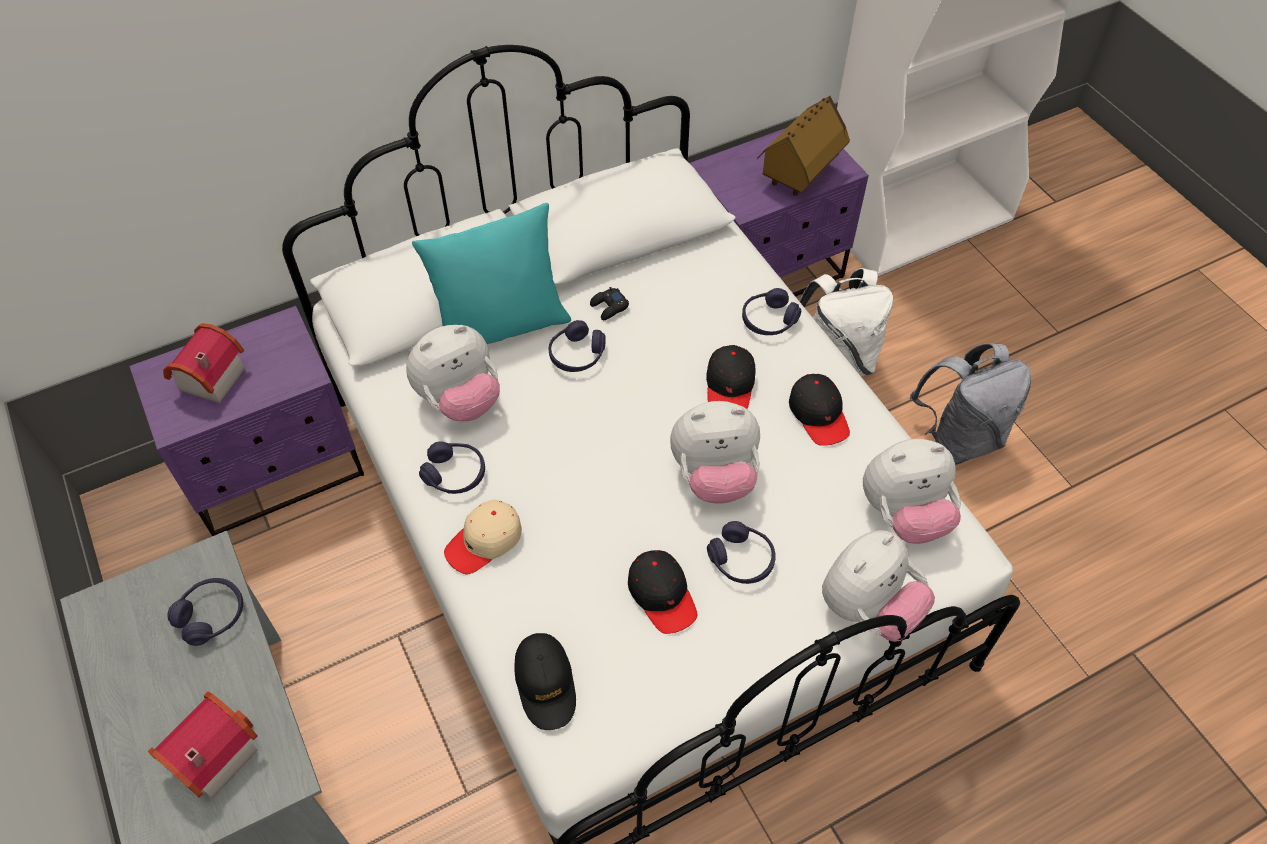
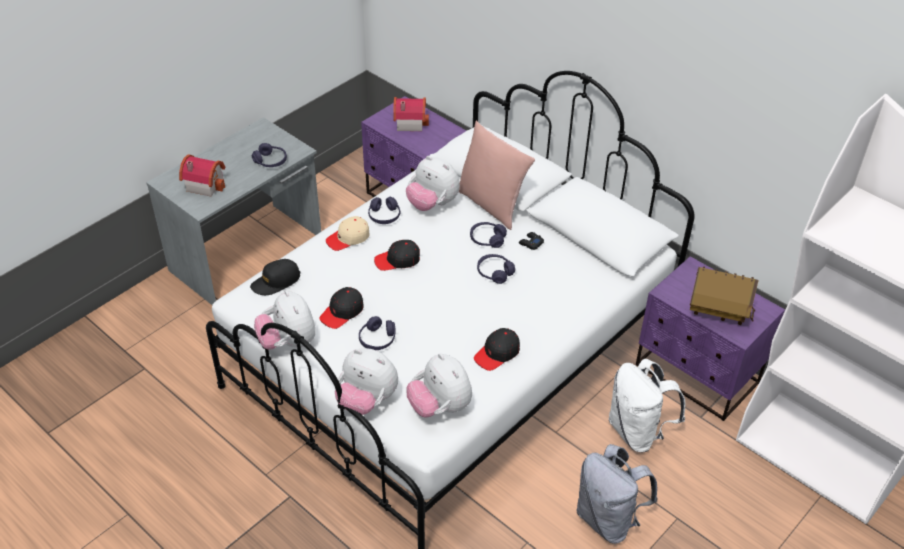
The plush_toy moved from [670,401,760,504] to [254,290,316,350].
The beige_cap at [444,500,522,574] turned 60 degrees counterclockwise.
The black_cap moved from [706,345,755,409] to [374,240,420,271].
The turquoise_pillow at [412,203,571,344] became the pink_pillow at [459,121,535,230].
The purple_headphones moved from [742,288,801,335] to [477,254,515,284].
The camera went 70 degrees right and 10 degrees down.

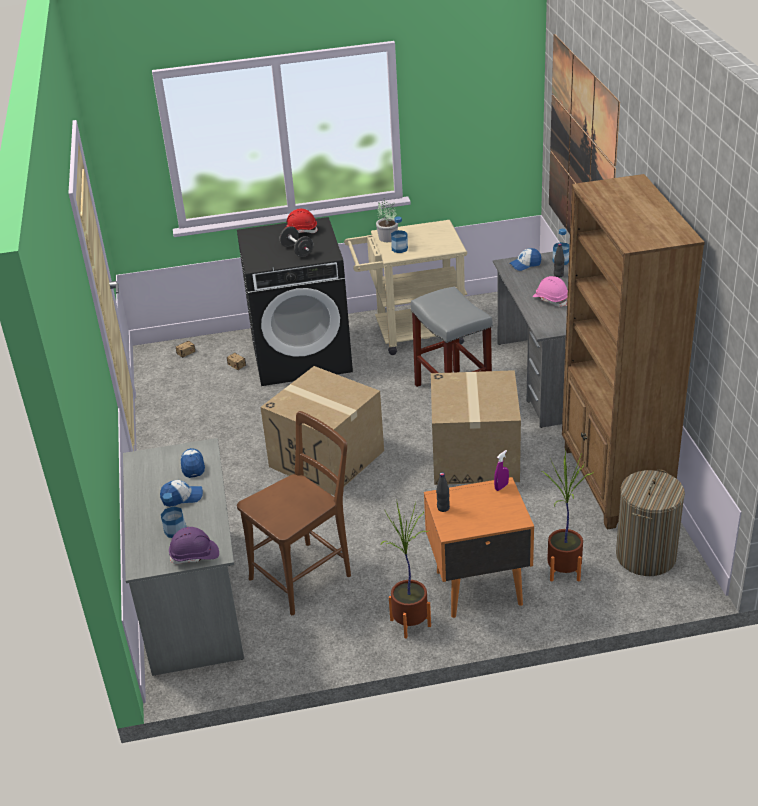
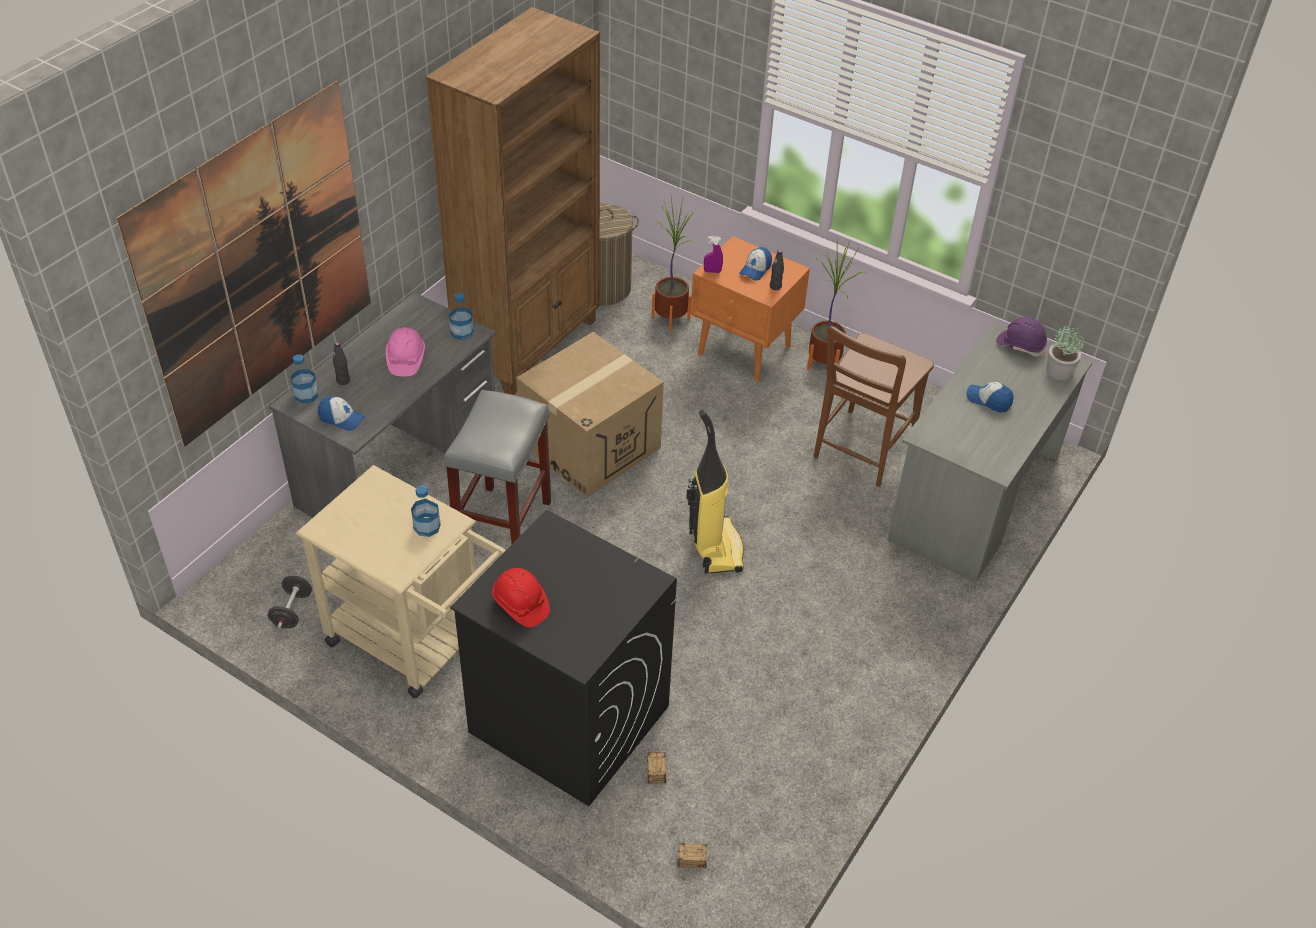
The black_dumbbell moved from [280,226,313,257] to [268,576,312,629].
The bottle moved from [161,493,186,538] to [449,293,474,340].
The cardboard_box at [261,366,384,496] was replaced by the vacuum_cleaner at [686,410,744,574].
The cap moved from [181,448,205,478] to [739,247,772,281].
The brown_chair at [237,411,351,615] turned 60 degrees counterclockwise.
The potted_plant moved from [376,199,398,242] to [1046,325,1085,380].
The camera went 140 degrees left and 10 degrees up.

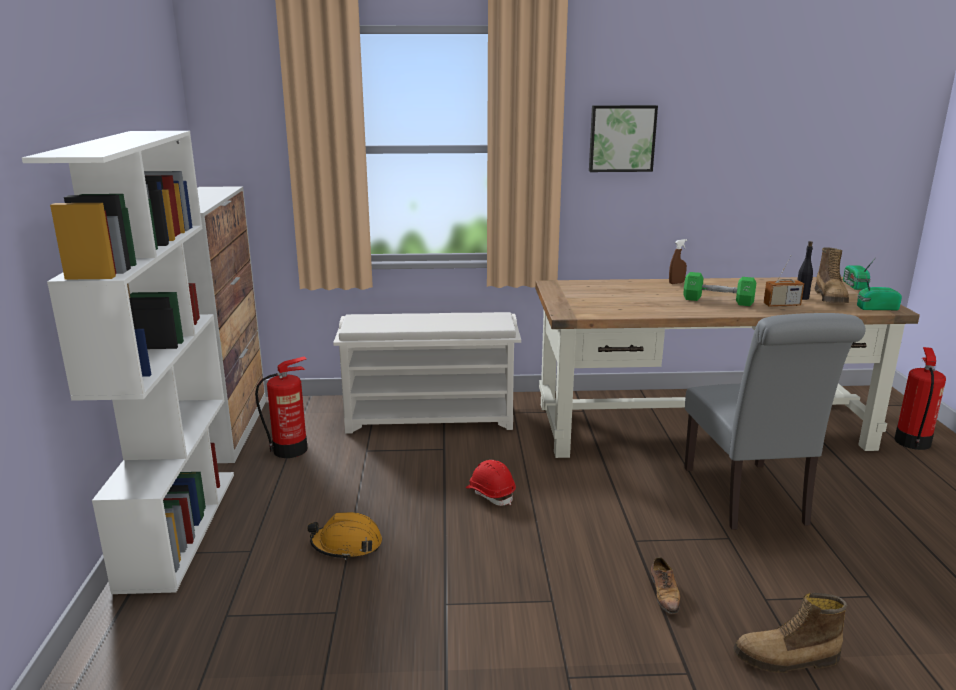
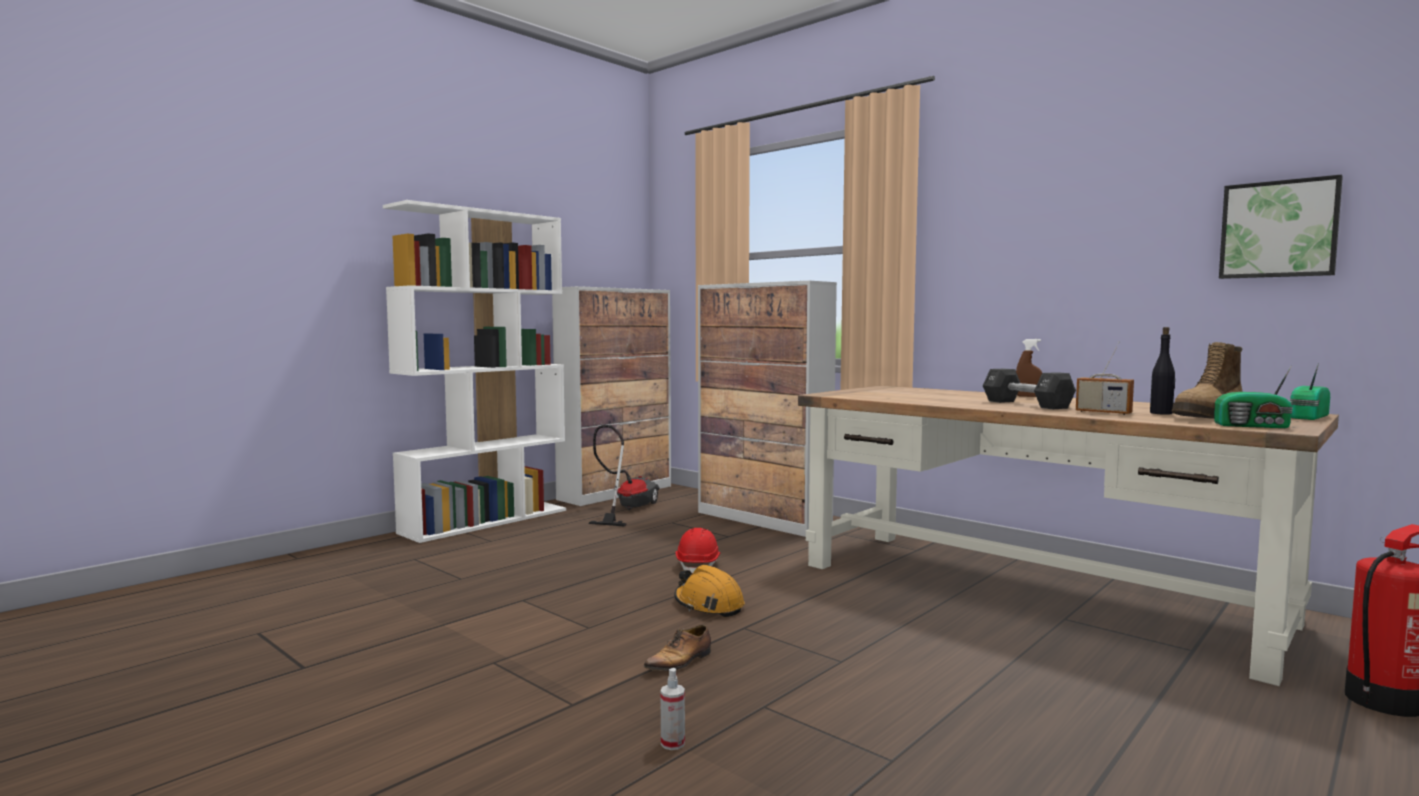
The fire_extinguisher at [255,356,308,458] was replaced by the vacuum_cleaner at [588,425,659,527].
The boot at [733,593,847,673] was replaced by the spray_bottle at [661,668,685,750].
The orange_hard_hat moved from [307,512,382,560] to [674,565,745,617].
The white_shoe_rack at [333,312,521,434] was replaced by the cabinet at [698,281,837,537].
The green_dumbbell at [684,272,757,306] became the black_dumbbell at [983,369,1076,409].
The radio at [857,274,902,310] turned 150 degrees clockwise.
The picture moved from [589,105,658,172] to [1219,175,1343,279].
The grey_chair at [684,313,865,530] disappeared.
The camera went 45 degrees right and 15 degrees down.

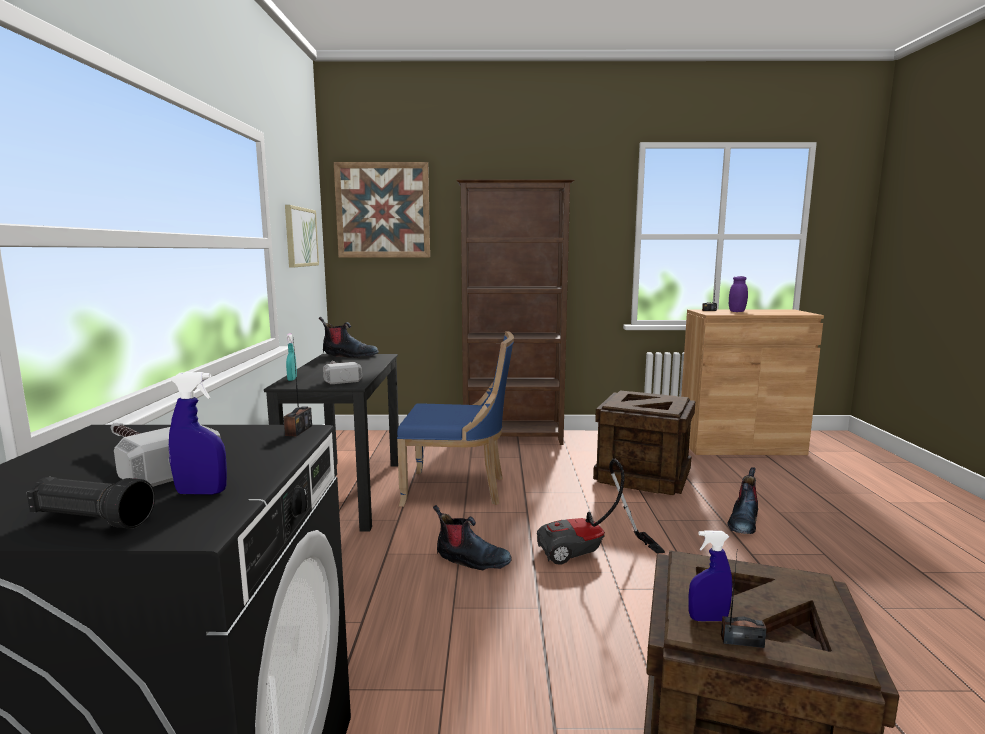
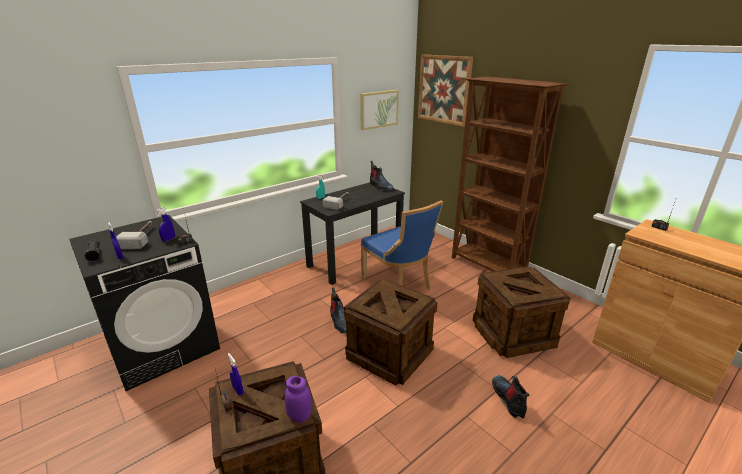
The blue_spray_bottle at [155,207,175,242] appeared.
The purple_jar moved from [729,276,748,312] to [285,376,312,423].
The vacuum_cleaner at [537,458,665,565] was replaced by the crate at [344,279,437,386].
The boot at [727,467,758,534] turned 90 degrees clockwise.
The camera went 50 degrees right and 15 degrees up.

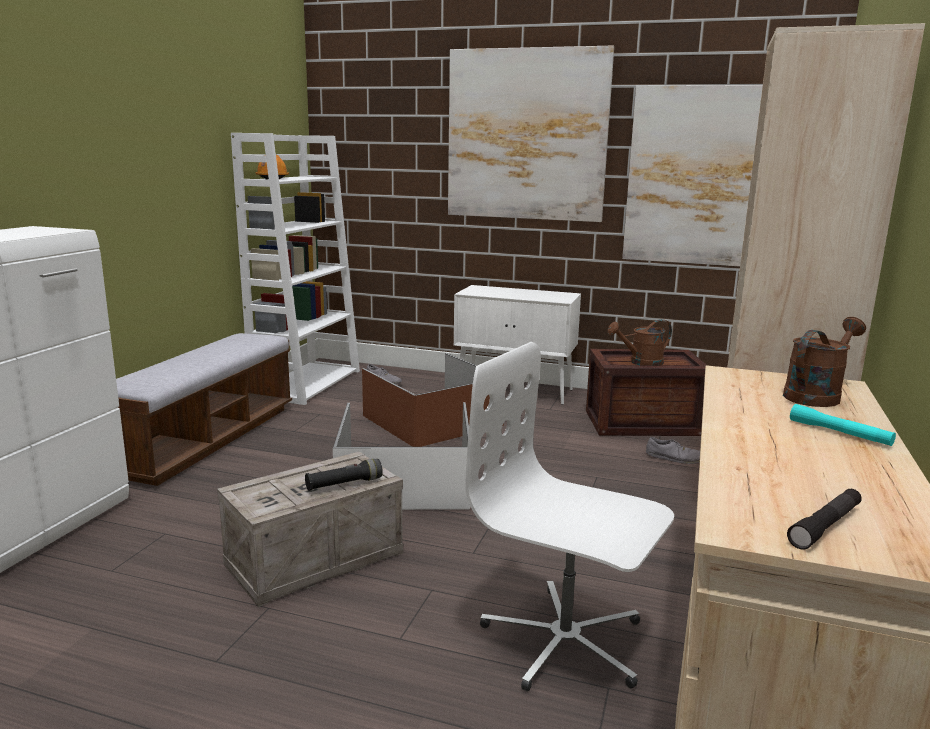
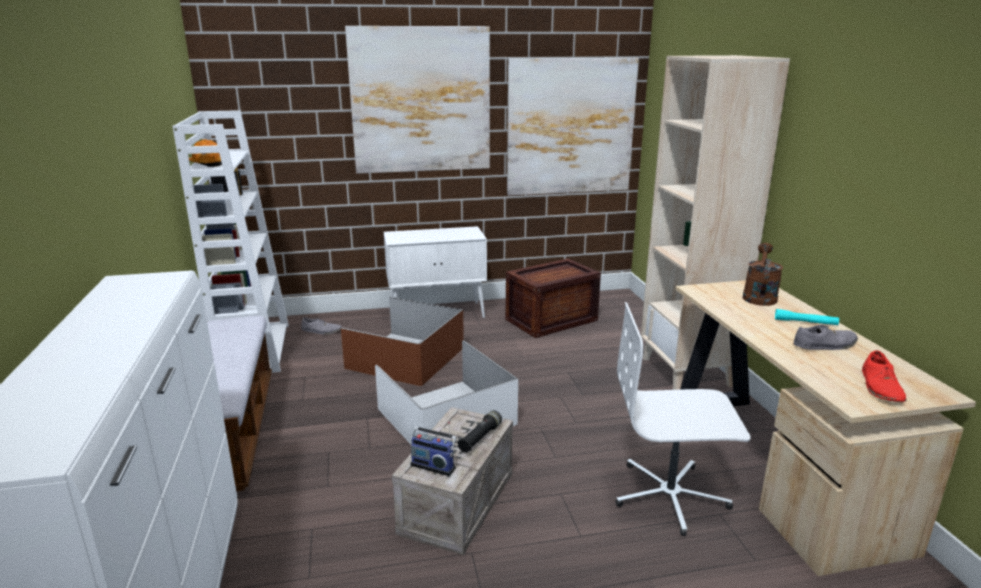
The radio at [410,422,457,476] appeared.
The grey_shoe moved from [646,437,700,464] to [794,325,858,350].
The black_flashlight at [787,489,862,550] was replaced by the red_shoe at [862,350,906,402].
The brown_watering_can at [607,319,672,366] disappeared.
The camera went 30 degrees left and 5 degrees up.

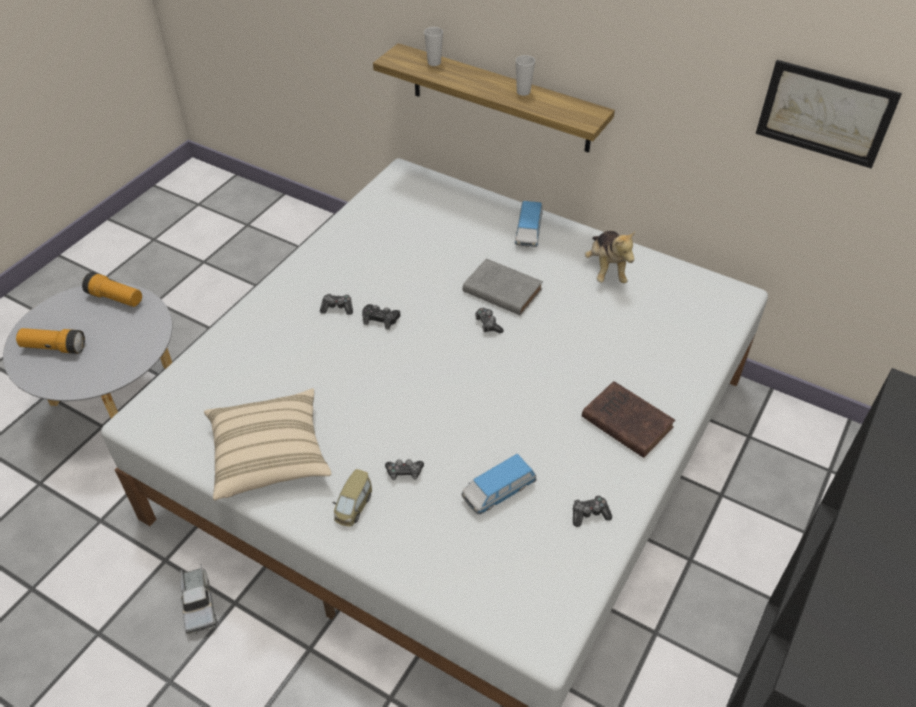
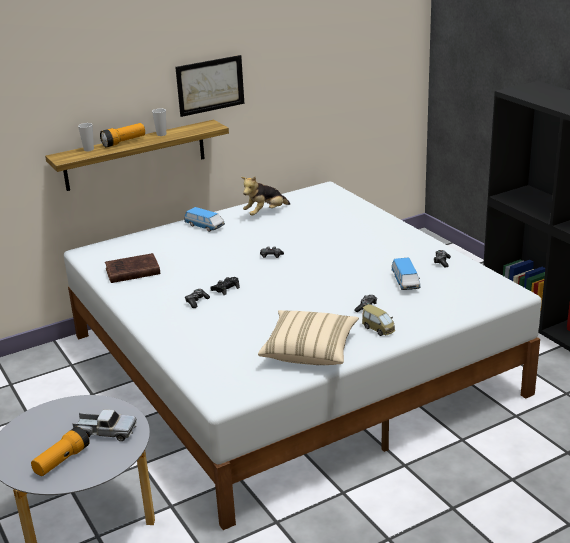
The toy_truck moved from [180,564,217,634] to [72,409,137,441].
The flashlight moved from [82,272,142,307] to [100,123,145,147].
The brown_book moved from [582,381,675,458] to [105,253,161,283].
The picture moved from [755,60,902,168] to [175,55,244,117].
The plush_toy at [585,230,636,283] turned 120 degrees clockwise.
The grey_book at [463,258,543,316] disappeared.
The camera went 60 degrees left and 20 degrees down.

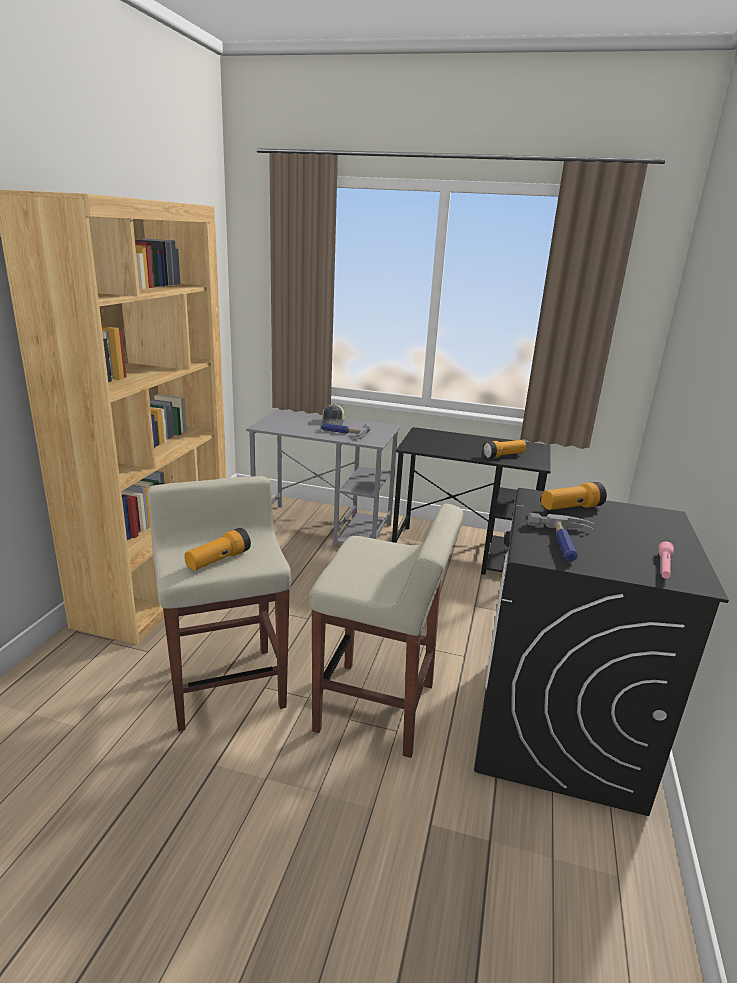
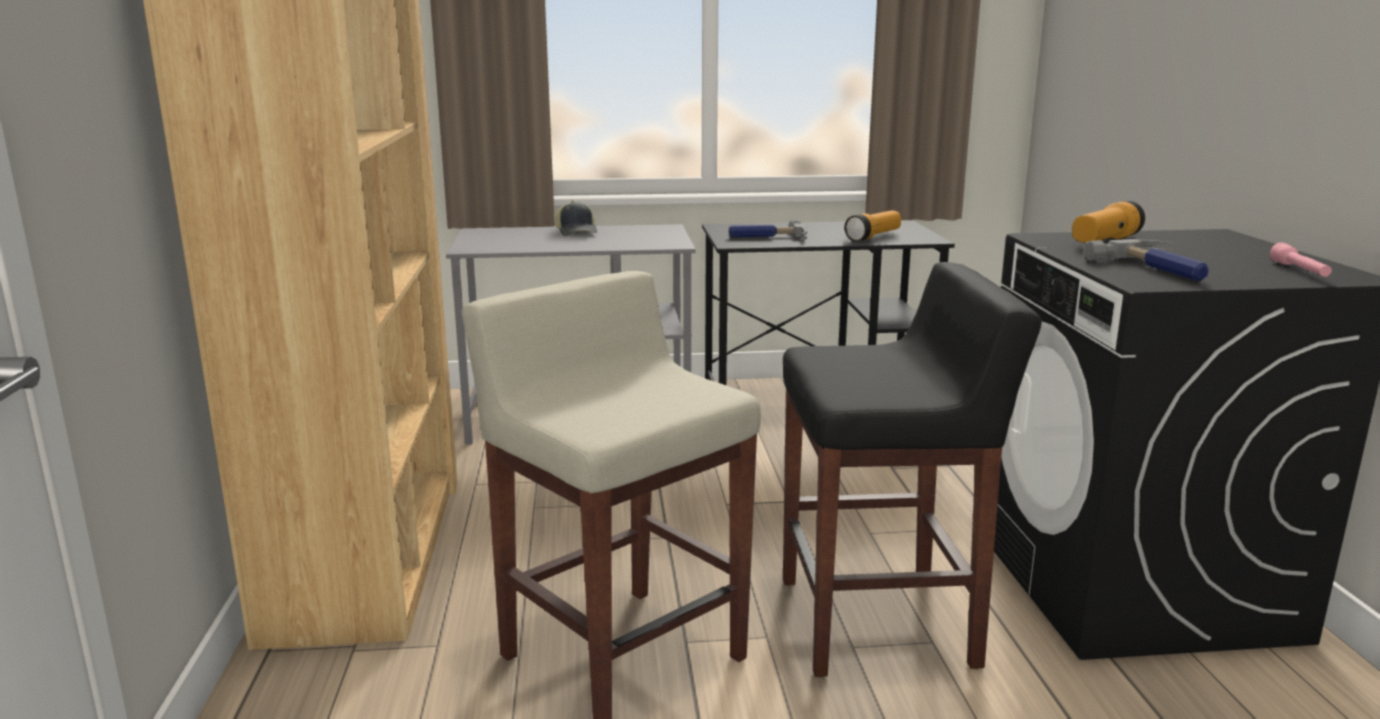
The hammer moved from [321,423,371,440] to [729,219,807,240].
The beige_stool at [309,504,463,758] became the black_stool at [783,262,1042,677].
The flashlight at [185,528,251,571] disappeared.
The camera went 20 degrees left and 5 degrees down.

